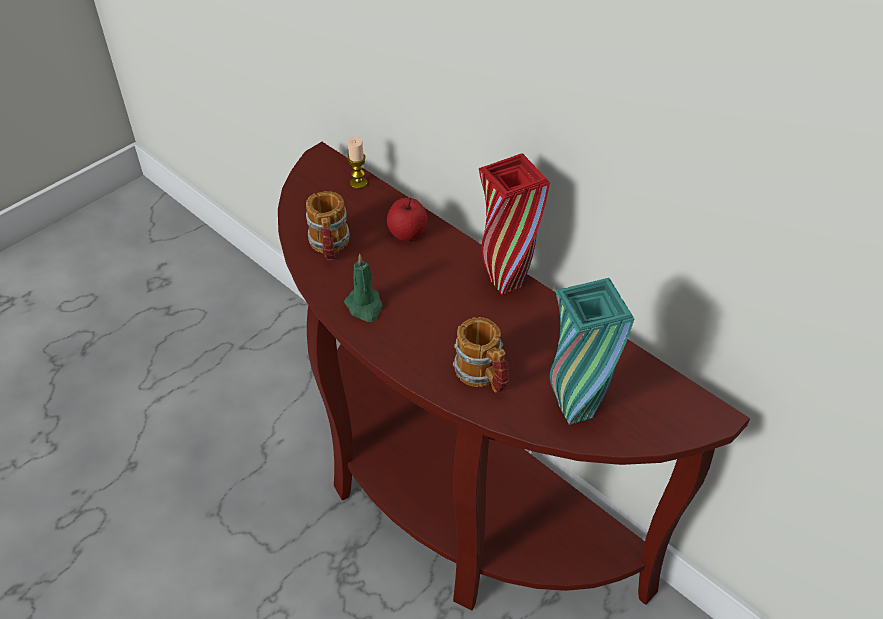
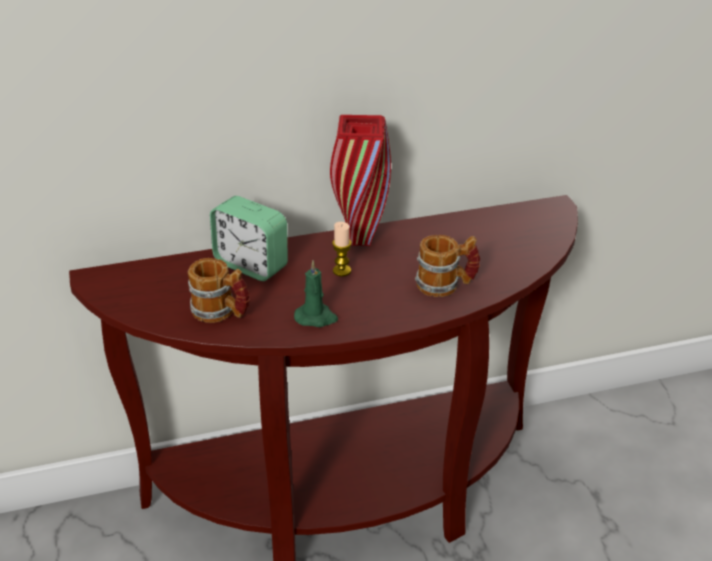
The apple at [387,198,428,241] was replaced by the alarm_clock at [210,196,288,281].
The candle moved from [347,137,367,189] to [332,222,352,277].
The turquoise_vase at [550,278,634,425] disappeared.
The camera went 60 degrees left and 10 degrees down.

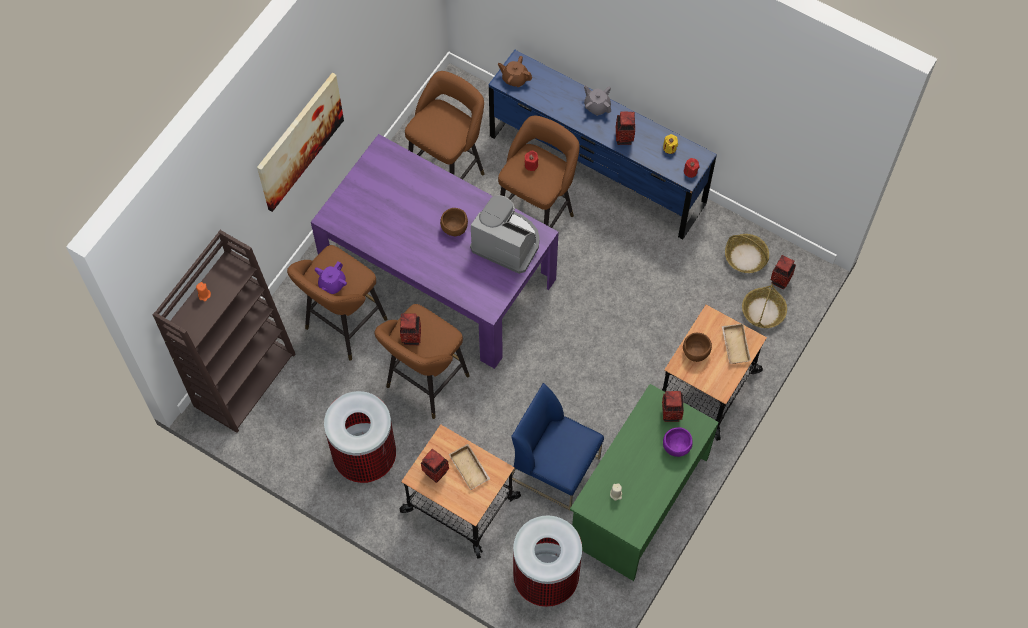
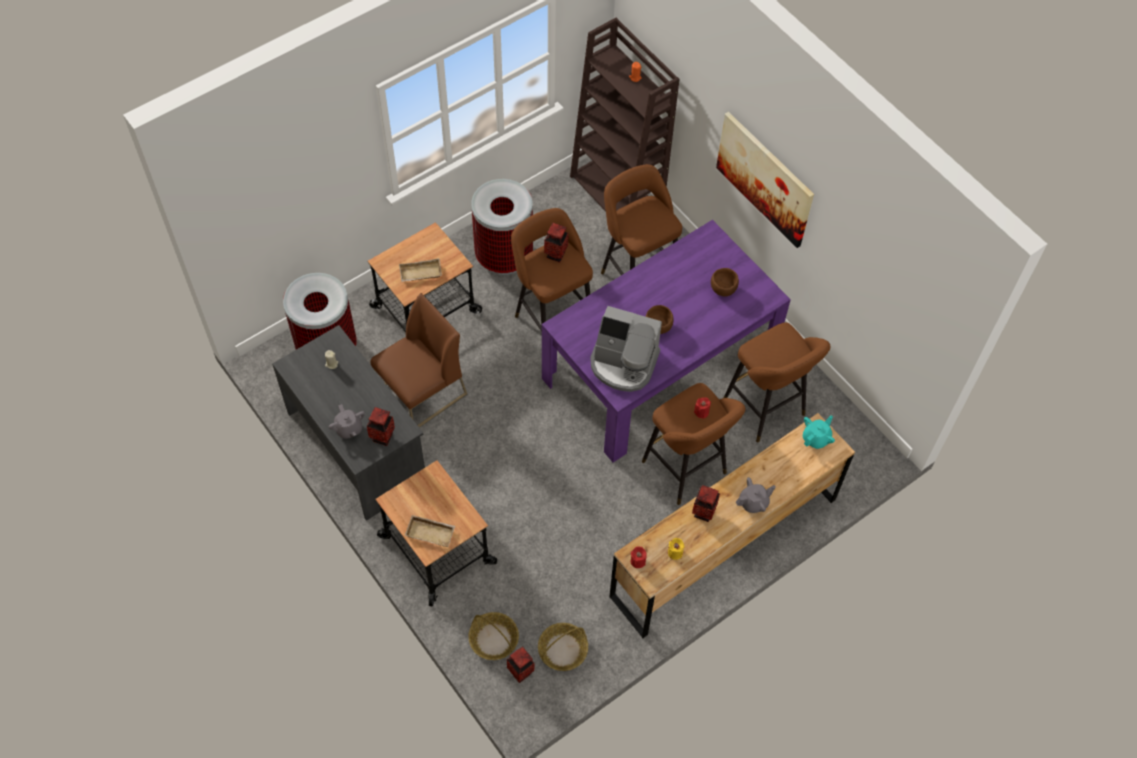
The green_desk at [570,384,719,581] became the grey_desk at [272,325,425,521].
The purple_bowl at [663,427,693,457] was replaced by the grey_teapot at [329,404,365,439].
The blue_chair at [511,383,604,511] became the brown_chair at [370,293,467,427].
The coffee_machine at [470,195,540,274] turned 60 degrees clockwise.
The blue_dresser at [489,50,717,239] became the brown_dresser at [609,413,855,638].
The brown_bowl moved from [683,333,712,362] to [711,268,739,297].
The brown_teapot at [498,56,532,87] became the turquoise_teapot at [803,415,835,449].
The purple_teapot at [315,261,347,294] disappeared.
The vase at [421,449,449,483] disappeared.
The camera went 110 degrees right and 5 degrees down.

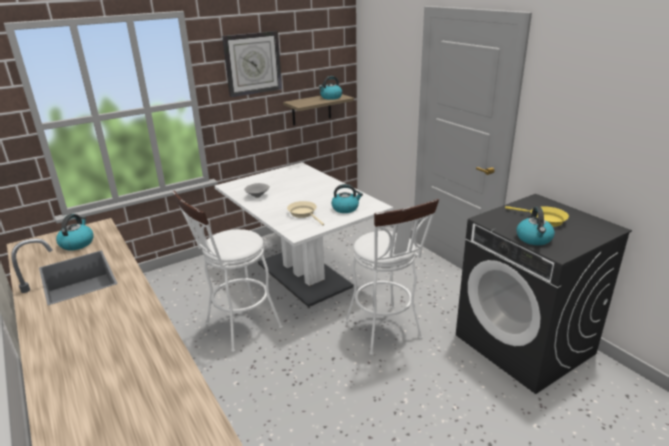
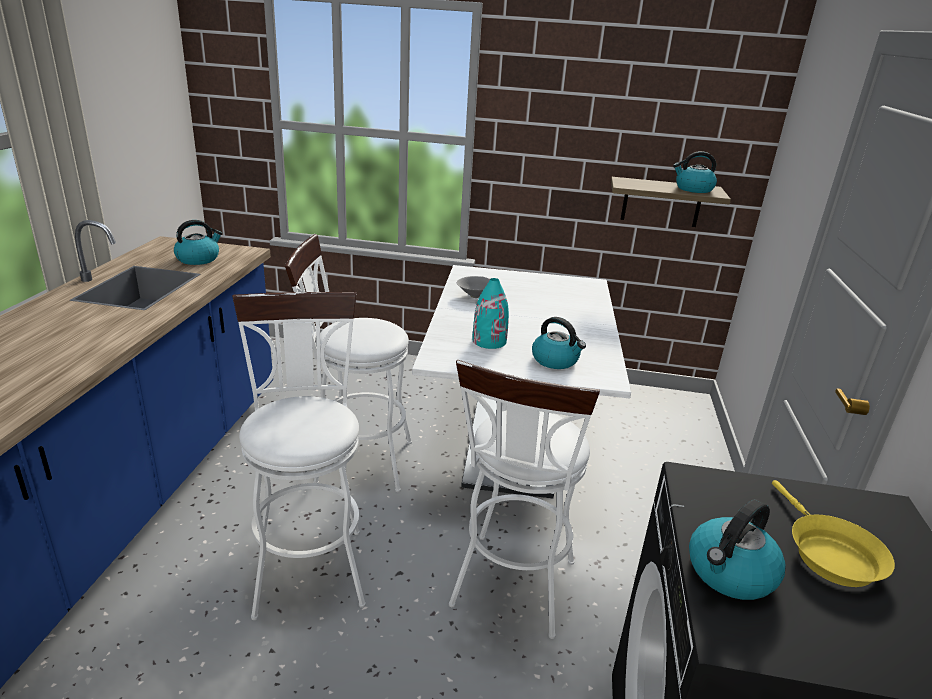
The white_stool at [232,292,366,620] appeared.
The beige_frying_pan at [287,201,324,226] was replaced by the turquoise_vase at [472,278,509,349].
The wall_clock at [222,31,282,97] disappeared.
The camera went 40 degrees right and 0 degrees up.

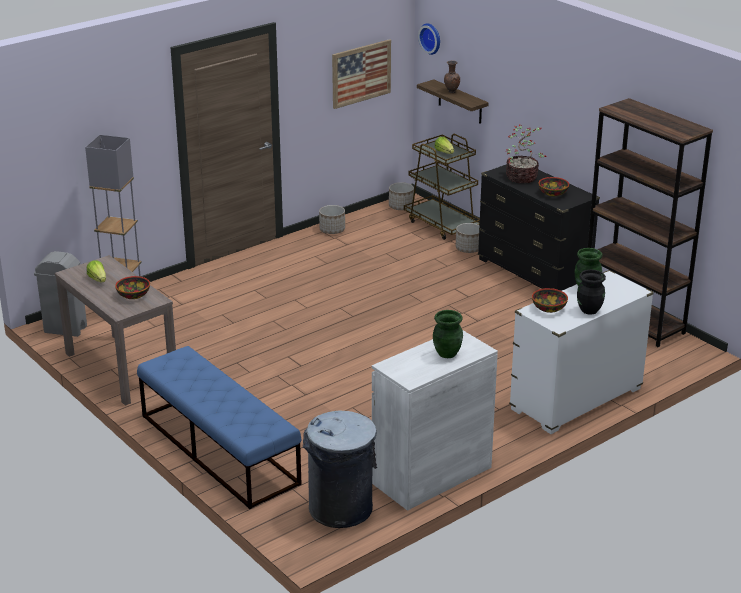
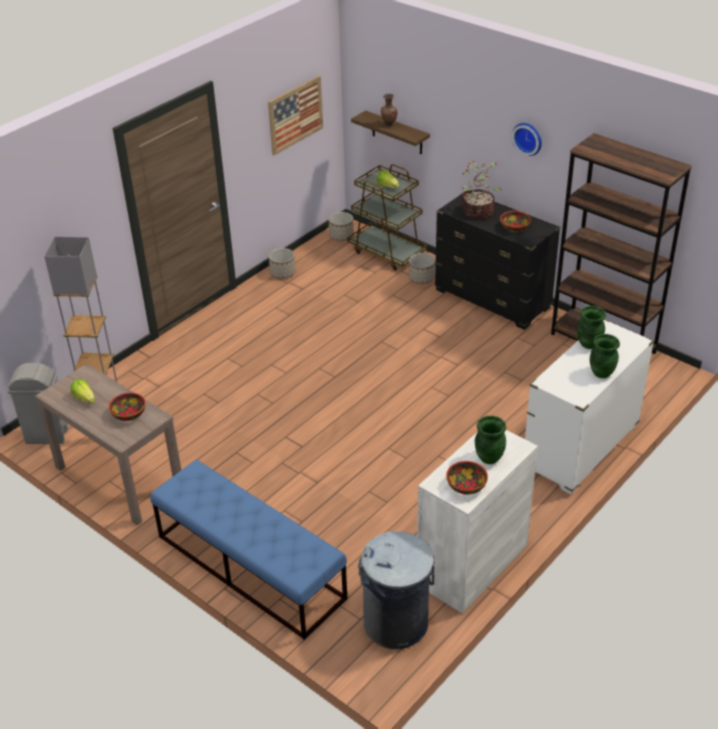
The bowl moved from [532,288,568,313] to [446,461,488,495].
The wall_clock moved from [418,23,440,55] to [512,123,542,156].
The black_vase at [577,269,606,315] became the green_vase at [590,334,620,378].
The camera went 10 degrees left and 10 degrees up.

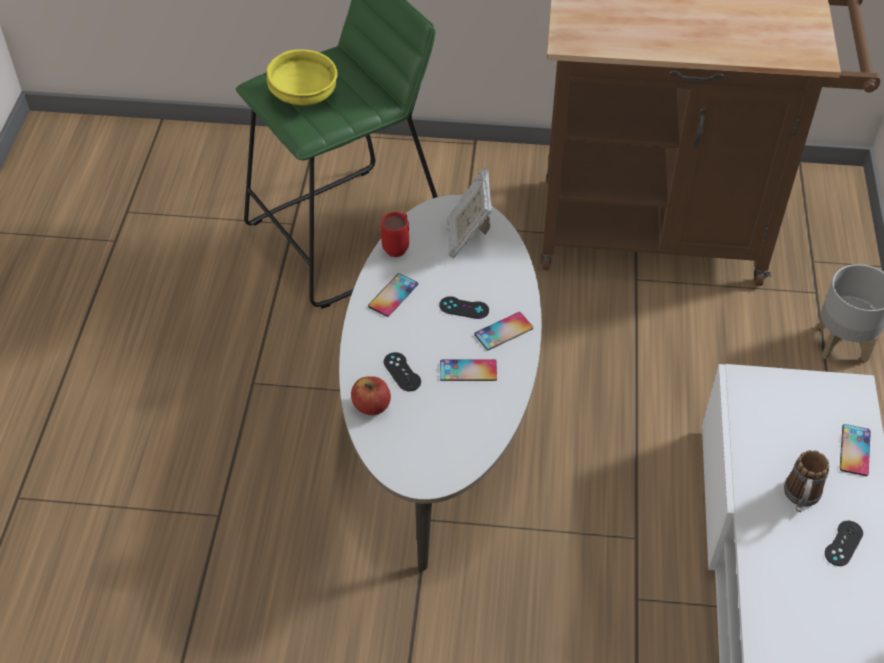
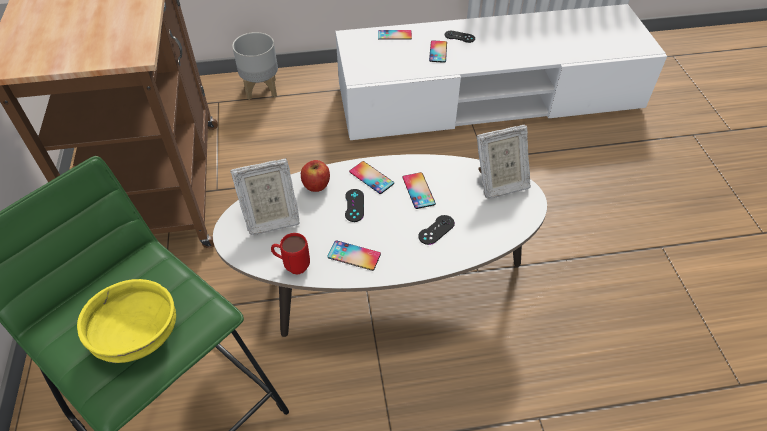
The apple moved from [351,376,391,415] to [301,160,330,192].
The mug at [784,450,829,512] was replaced by the phone at [429,40,447,63].
The picture_frame at [477,124,531,198] appeared.
The camera went 105 degrees left and 0 degrees up.

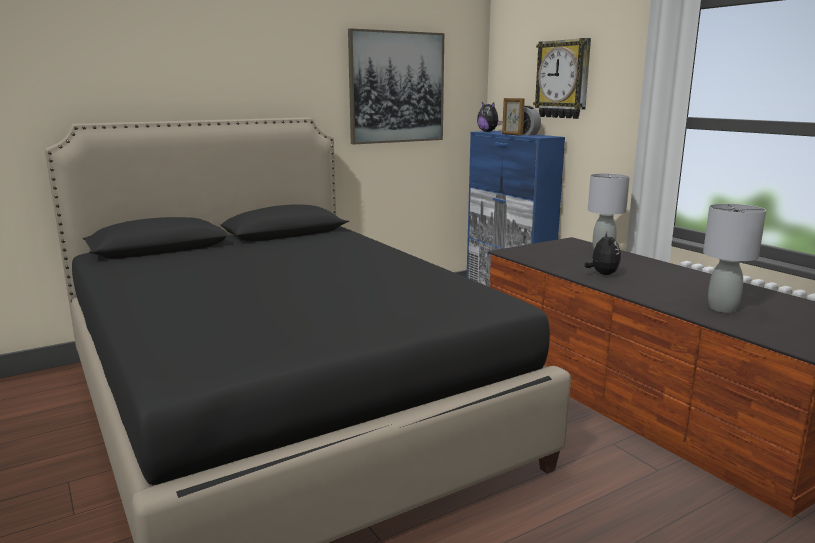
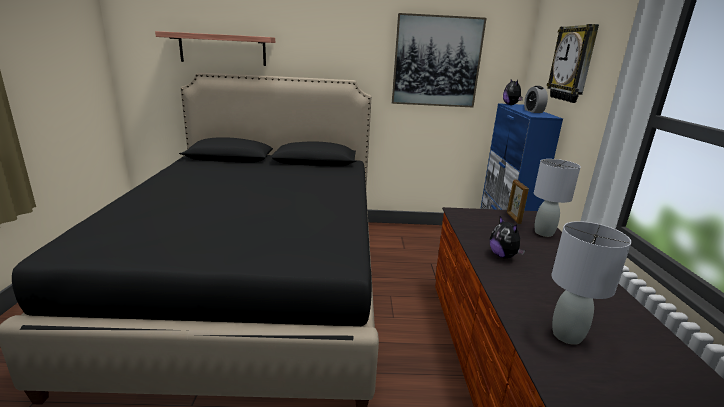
The shelf at [155,31,275,66] appeared.
The plush_toy at [584,232,621,275] turned 120 degrees clockwise.
The picture_frame moved from [502,98,525,136] to [507,180,529,224].
The camera went 30 degrees right and 5 degrees up.

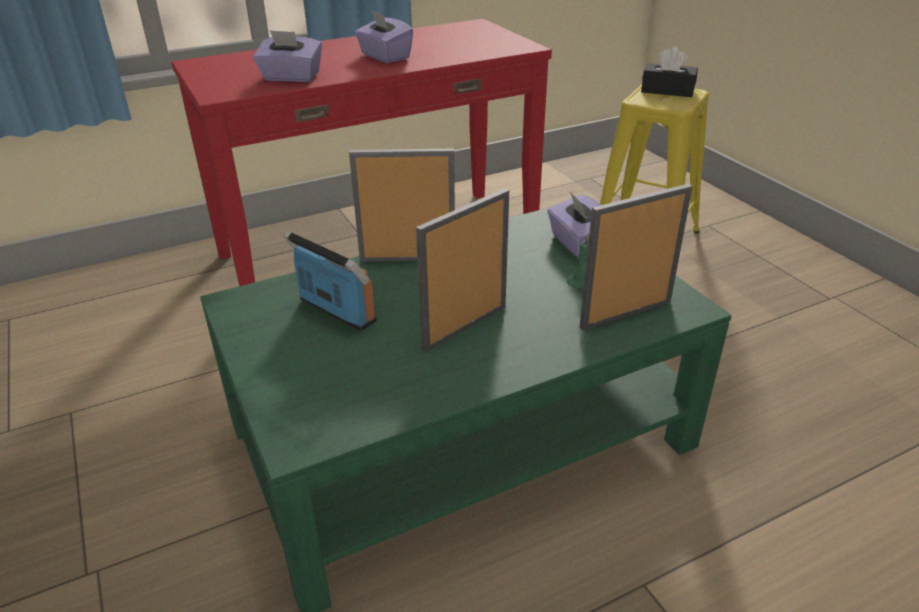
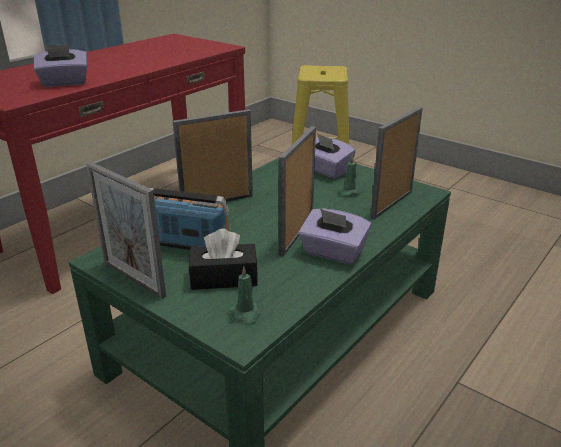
The picture_frame at [86,162,166,299] appeared.
The black_tissue_box moved from [641,47,698,97] to [189,229,257,290].
The green_candle at [230,266,260,325] appeared.
The purple_tissue_box moved from [355,10,413,63] to [299,208,372,264].
The camera went 25 degrees left and 5 degrees down.

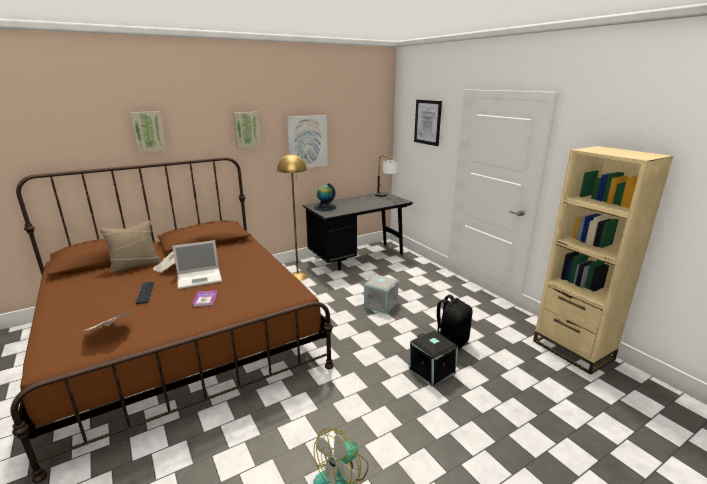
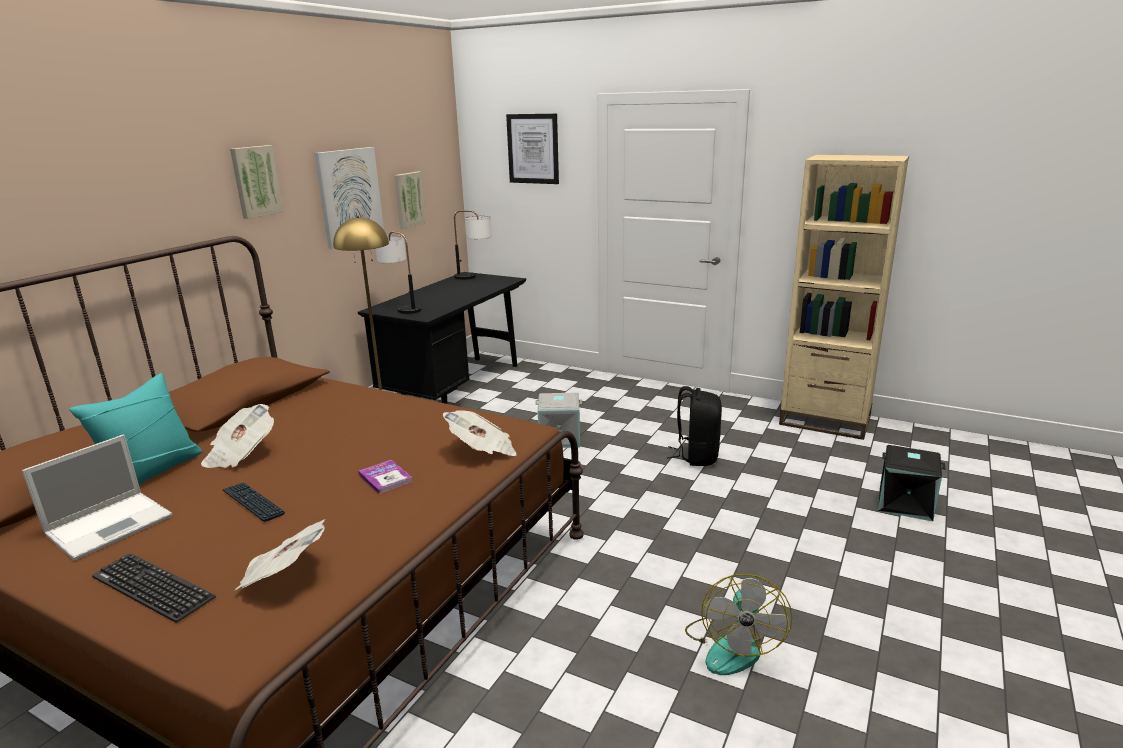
The laptop moved from [172,240,222,289] to [22,435,173,561].
The beige_pillow at [100,220,161,273] became the turquoise_pillow at [69,373,202,485].
The keyboard at [92,554,216,623] appeared.
The globe at [314,183,336,211] was replaced by the table_lamp at [375,231,421,314].
The picture moved from [130,111,166,153] to [394,172,426,229].
The newspaper at [443,410,517,456] appeared.
The black_storage_box moved from [409,331,458,387] to [878,445,945,521].
The camera went 30 degrees left and 0 degrees up.

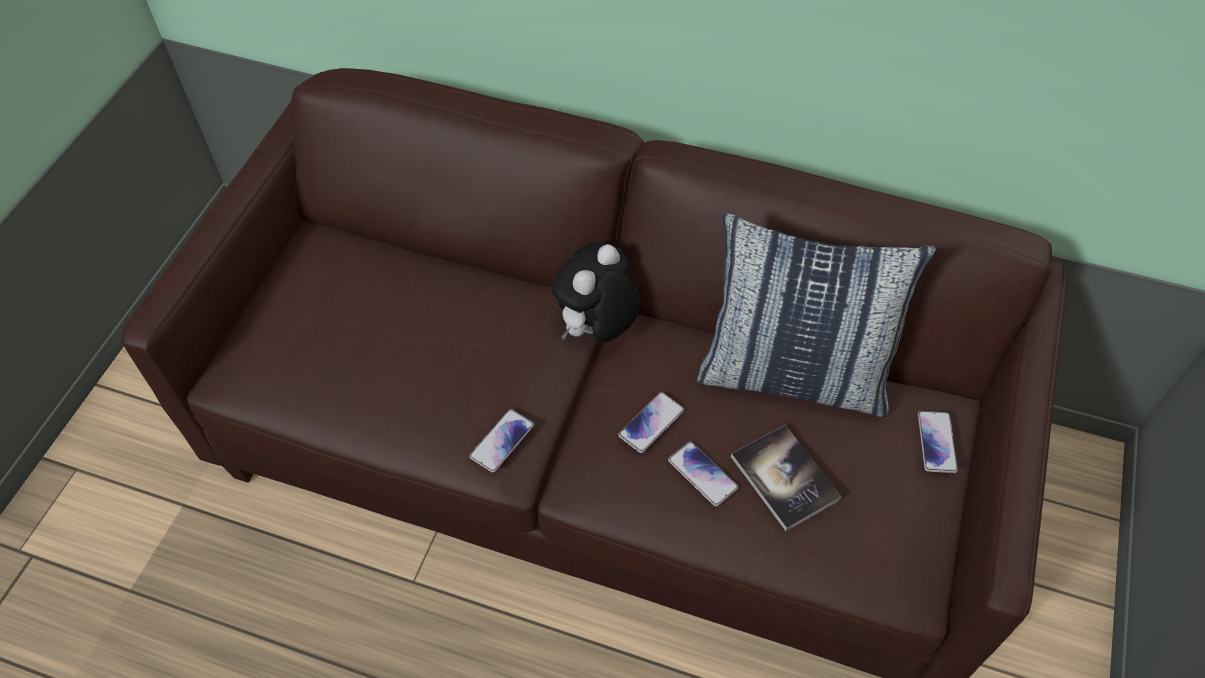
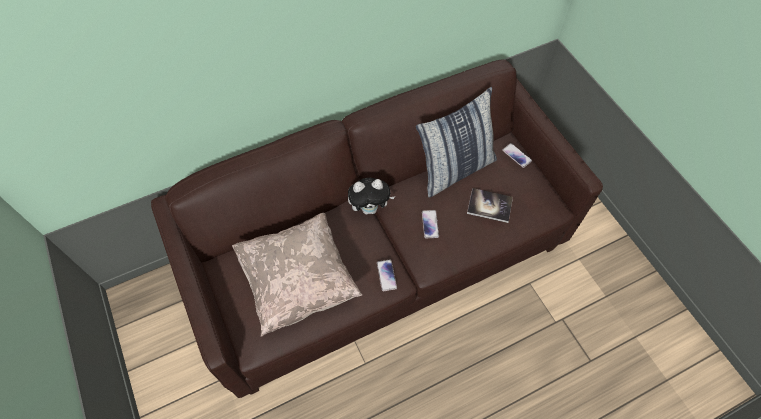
The beige_pillow at [232,213,363,337] appeared.
The plush_toy at [551,242,640,342] turned 90 degrees counterclockwise.
The phone at [668,442,738,507] disappeared.
The camera went 45 degrees left and 5 degrees up.

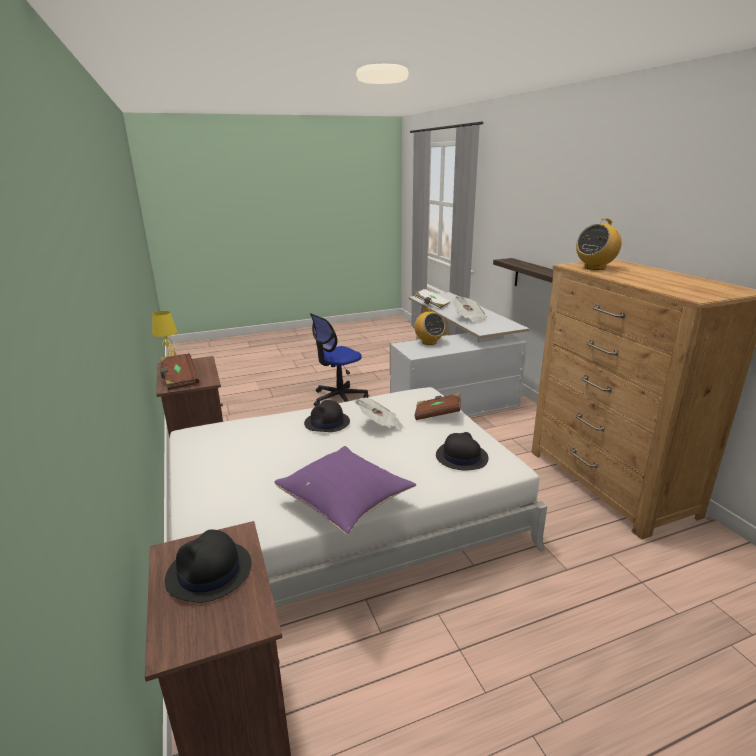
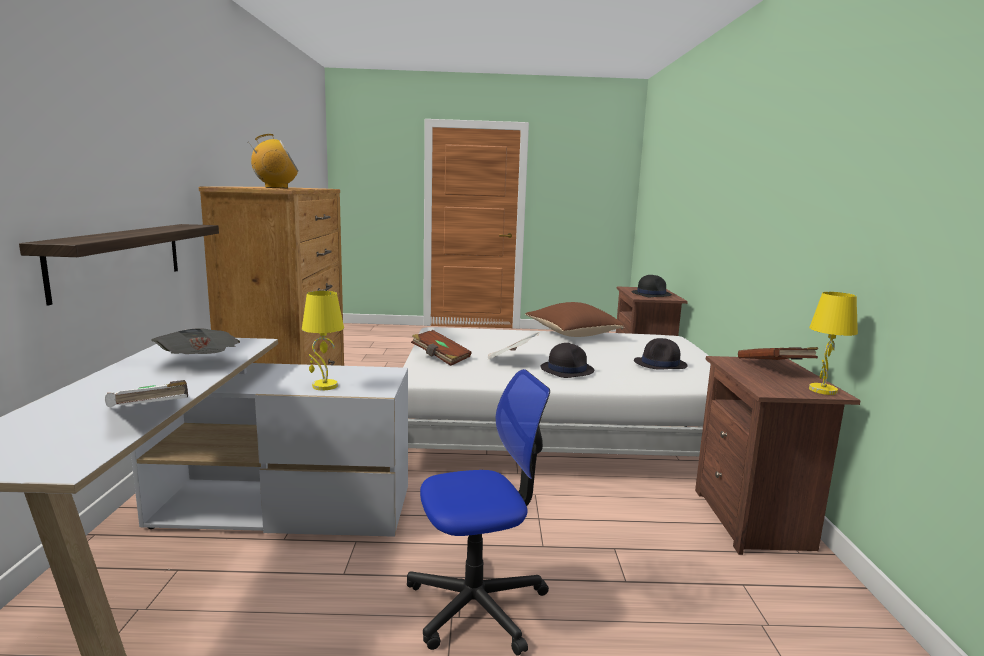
The radio at [414,307,445,345] was replaced by the yellow_table_lamp at [302,291,344,390].
The purple_pillow at [274,446,416,535] became the brown_pillow at [525,302,624,337].
The black_hat moved from [436,432,488,470] to [634,338,688,370].
The camera went 160 degrees left and 10 degrees down.

